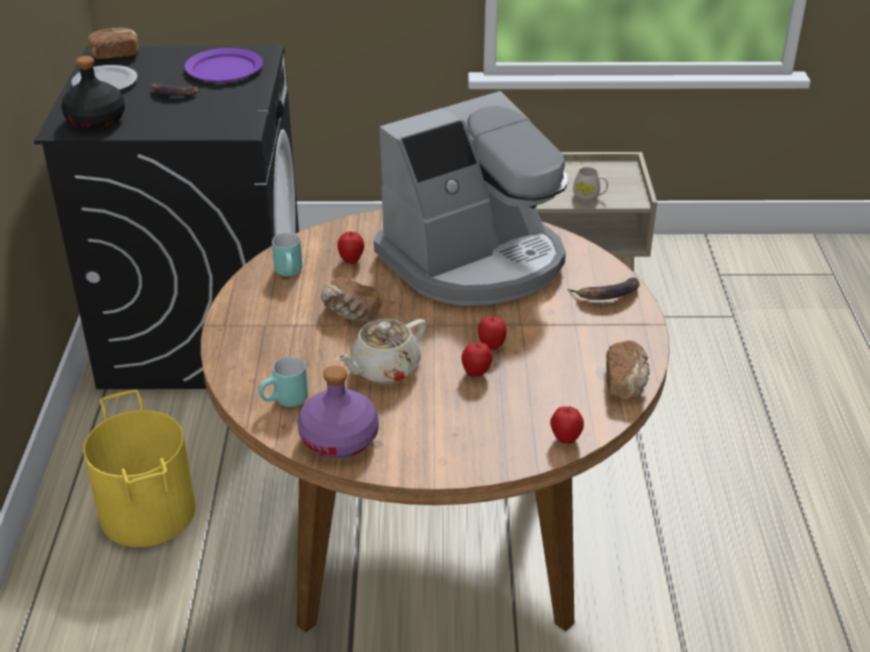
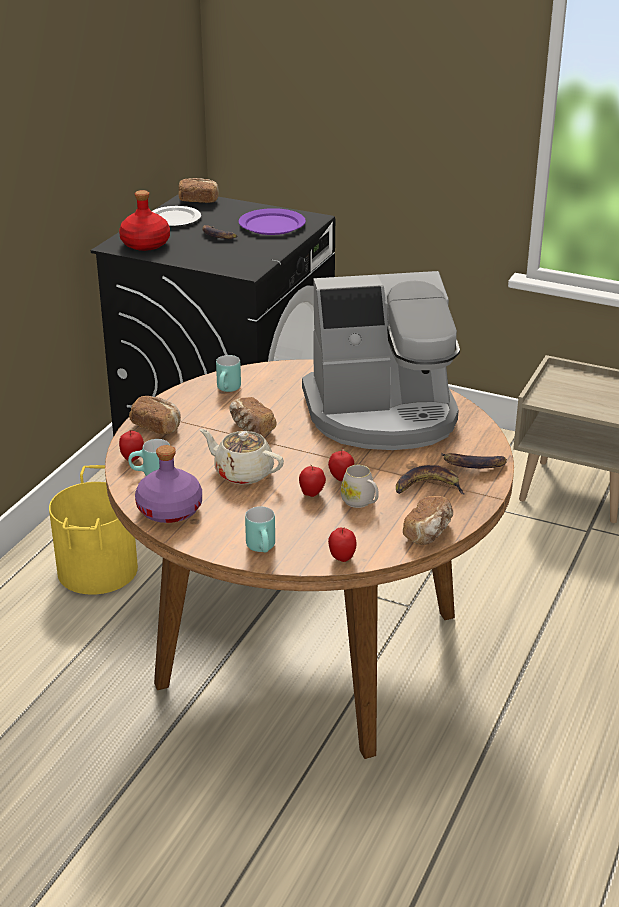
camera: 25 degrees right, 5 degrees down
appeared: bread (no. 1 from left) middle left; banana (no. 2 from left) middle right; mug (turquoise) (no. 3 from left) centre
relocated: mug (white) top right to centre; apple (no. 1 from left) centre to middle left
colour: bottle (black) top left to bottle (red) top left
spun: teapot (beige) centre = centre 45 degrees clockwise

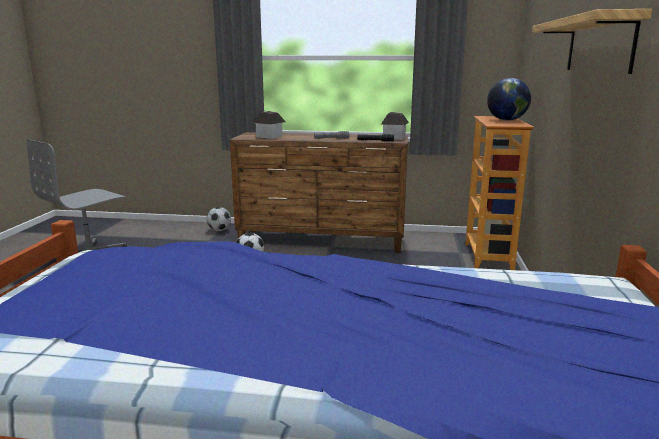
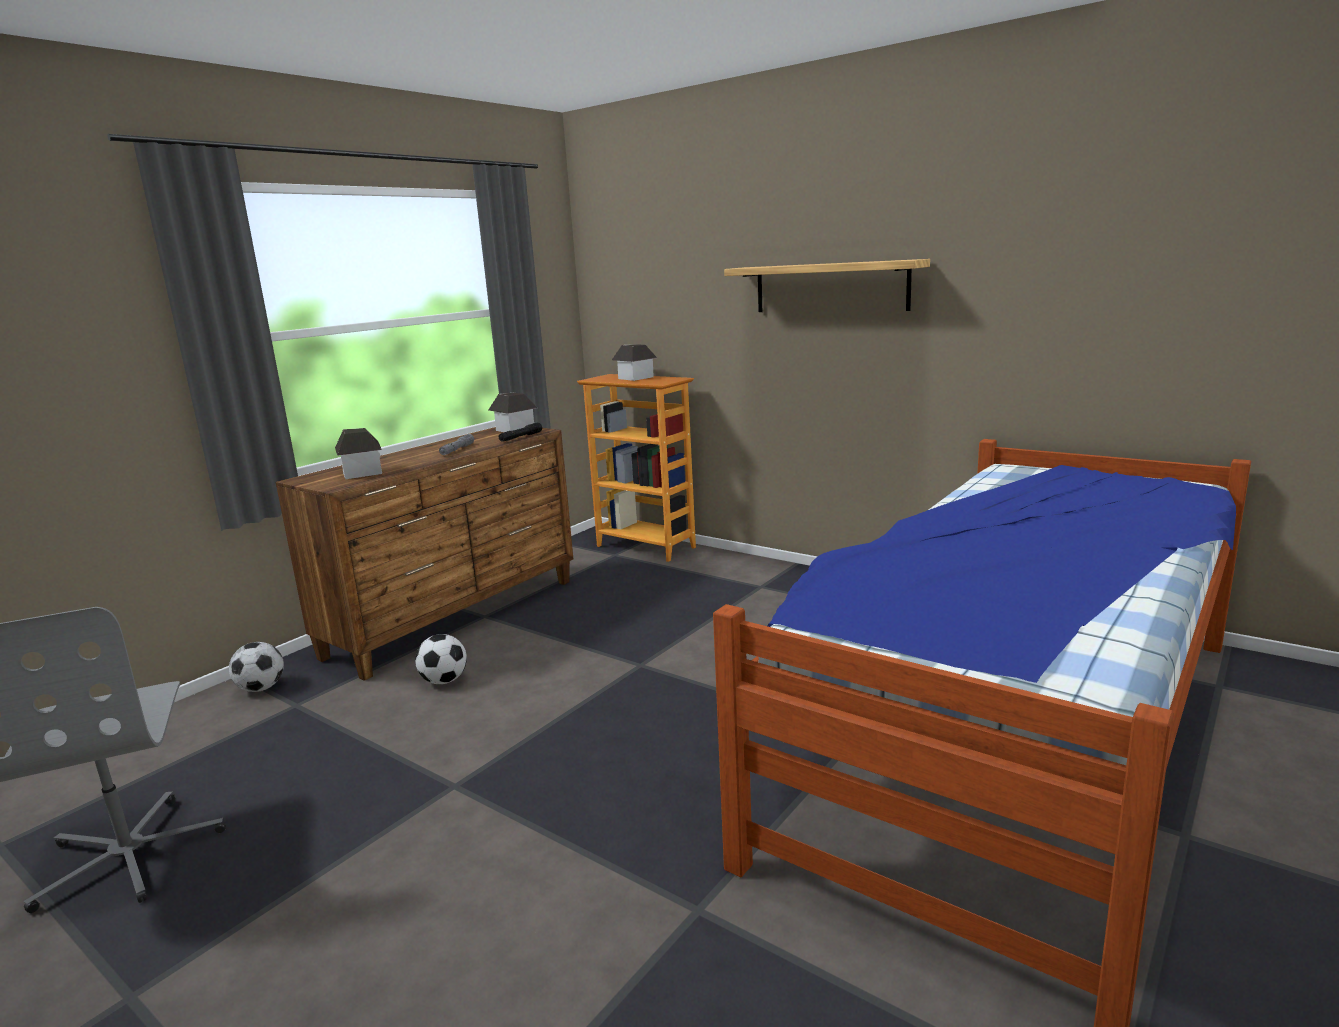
camera: 60 degrees left, 0 degrees up
exchanged: globe top right to toy house (no. 3 from left) centre

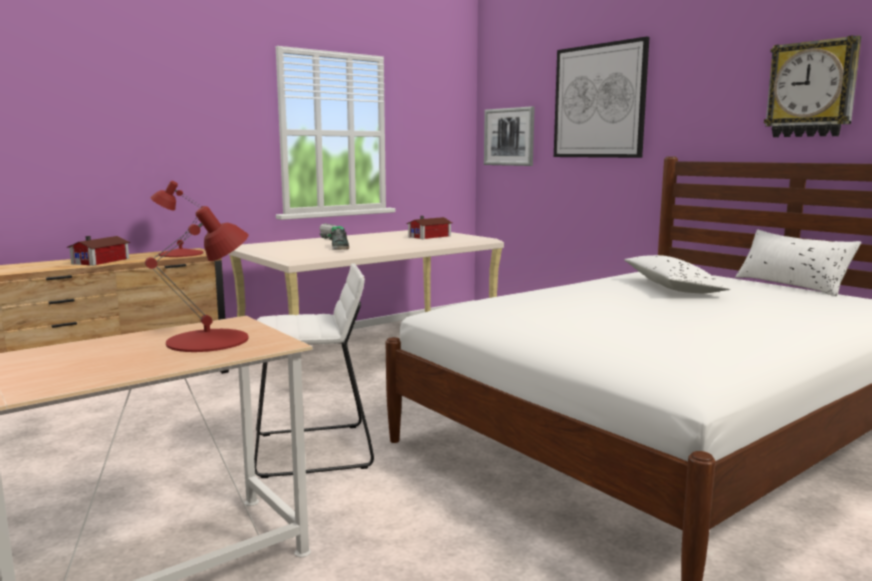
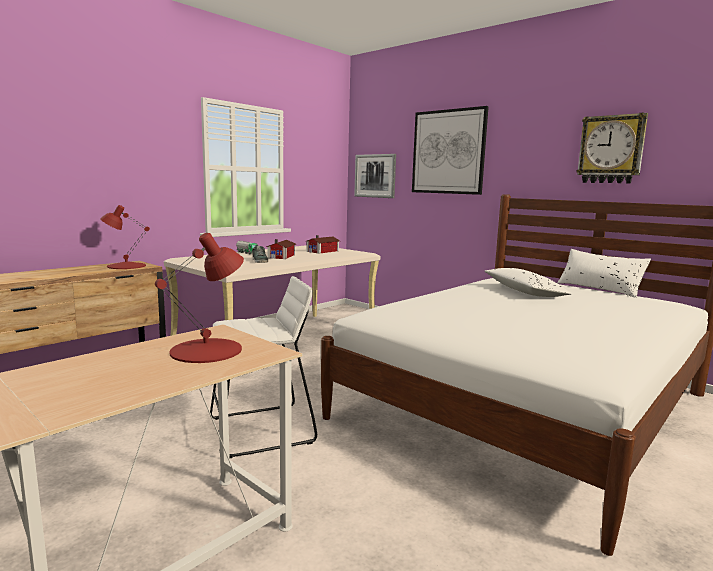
camera: 10 degrees left, 0 degrees up
relocated: toy house (no. 1 from left) middle left to centre

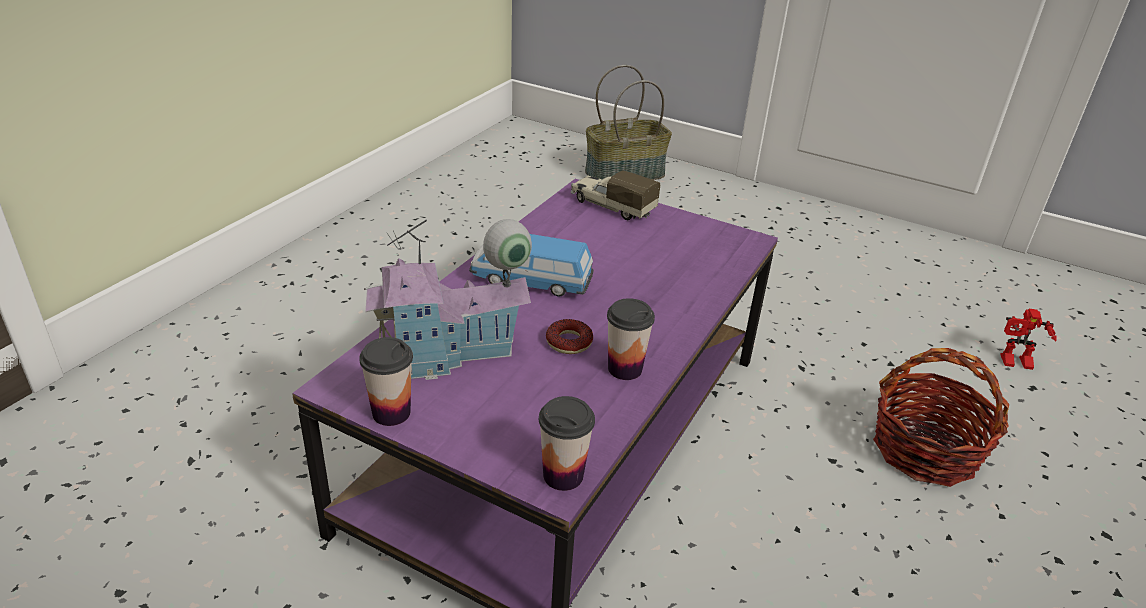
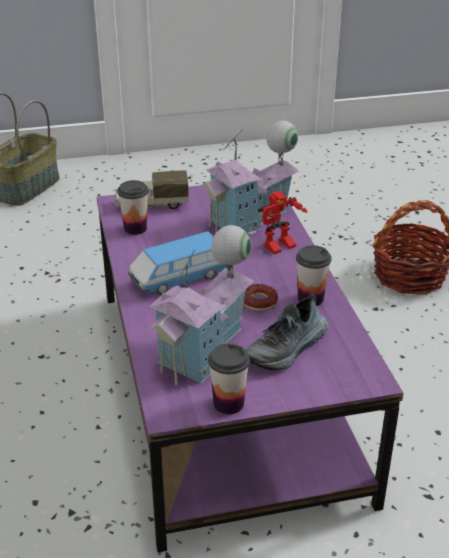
camera: 40 degrees left, 0 degrees up
appeared: toy house (no. 2 from left) top centre; shoe centre
relocated: toy robot middle right to centre; cup (no. 2 from left in the first image) bottom centre to cup (no. 1 from left) middle left

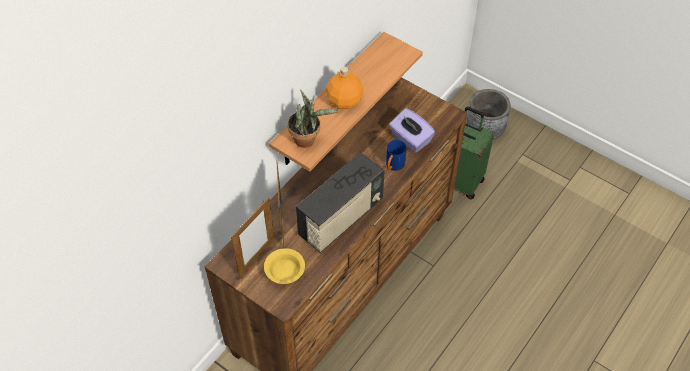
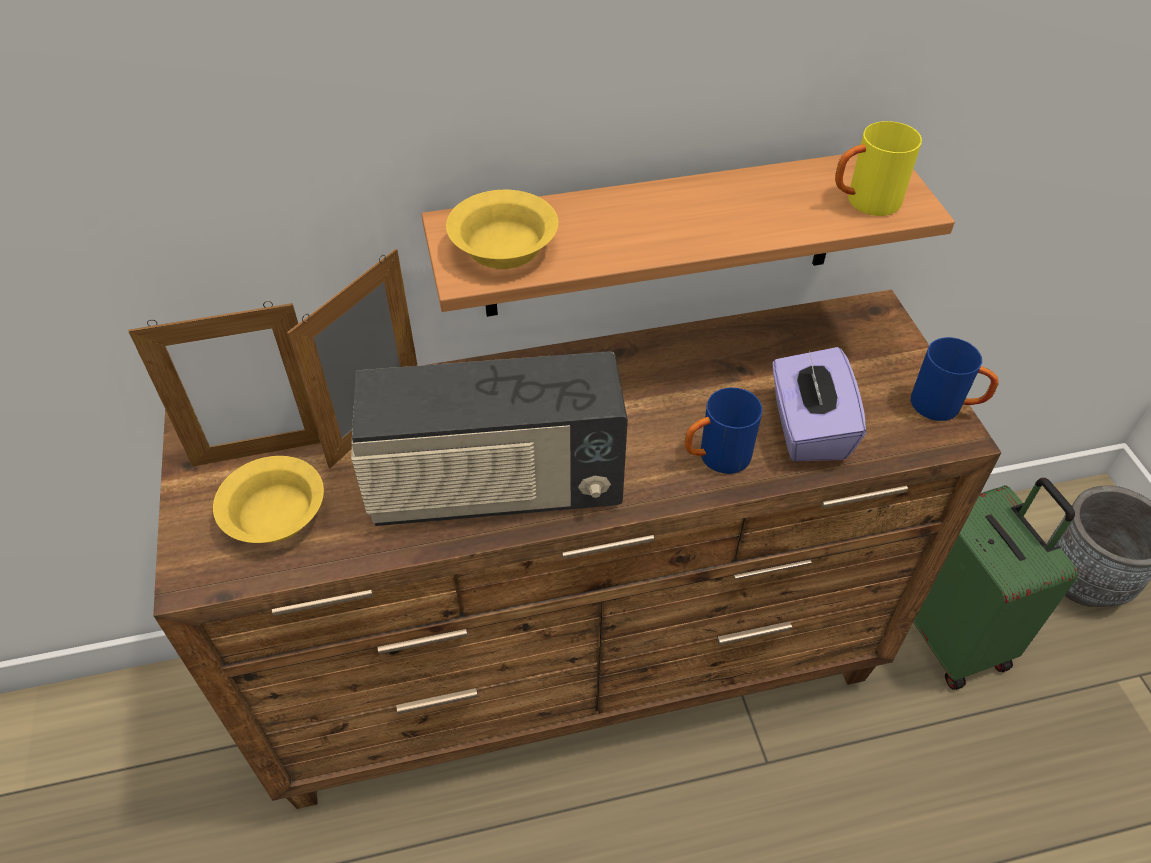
camera: 40 degrees right, 5 degrees down
missing: bottle (orange) top centre
appeared: mug (yellow) top right; mug (blue) (no. 2 from left) middle right
exchanged: potted plant top centre to bowl (yellow) (no. 2 from left) top centre

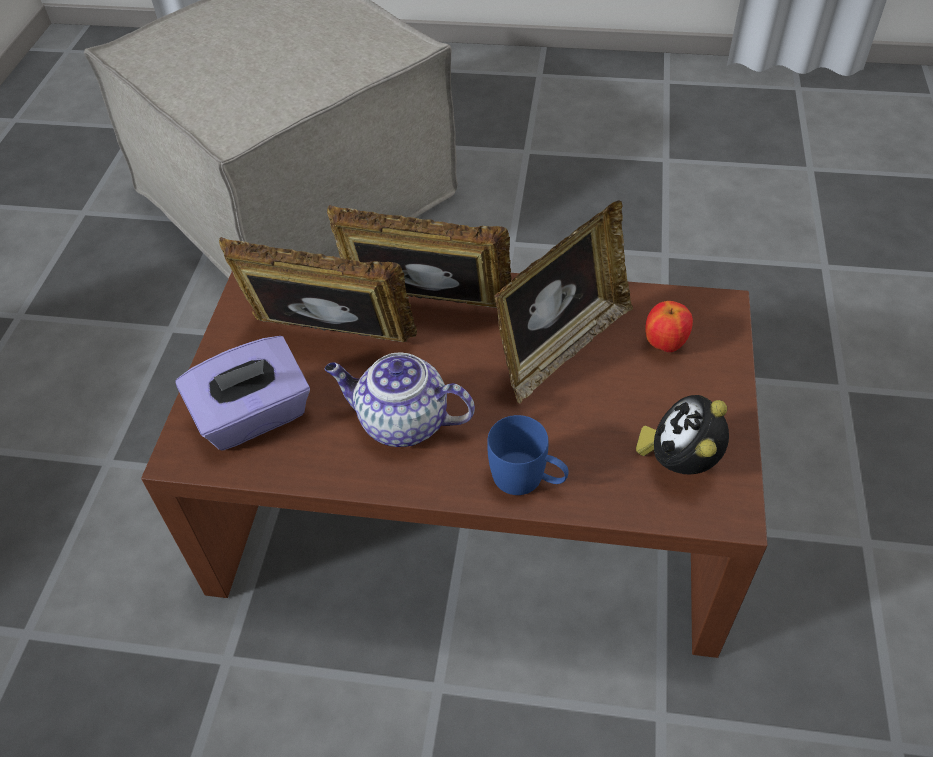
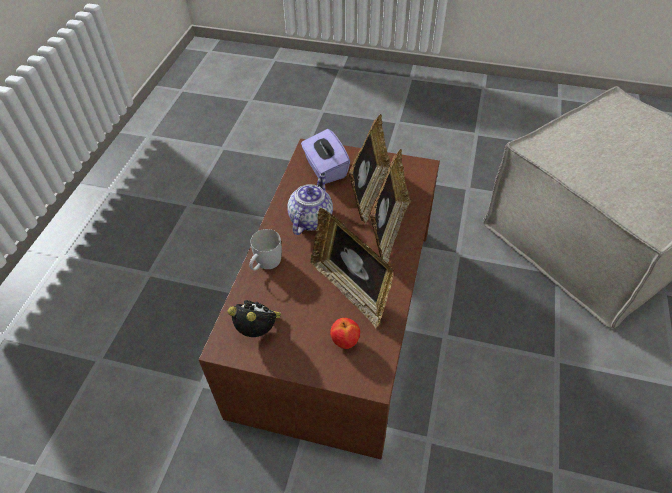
camera: 95 degrees right, 0 degrees up
colour: mug (blue) centre to mug (white) centre

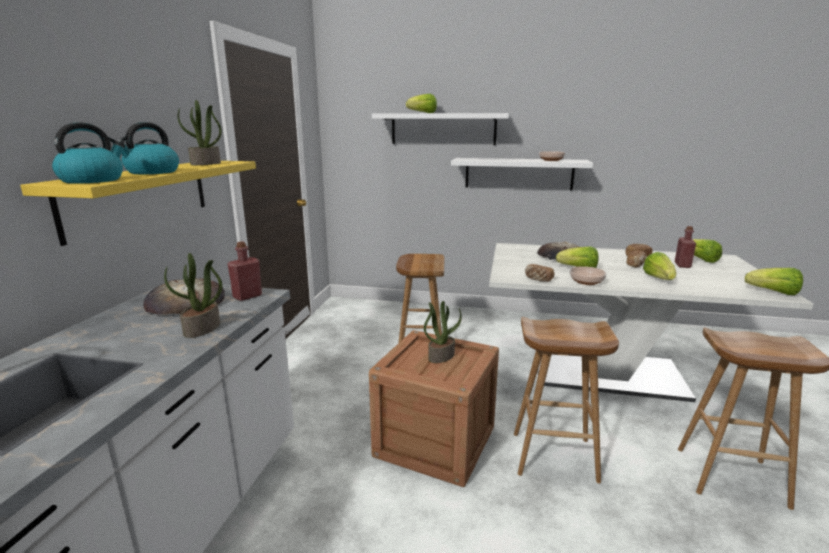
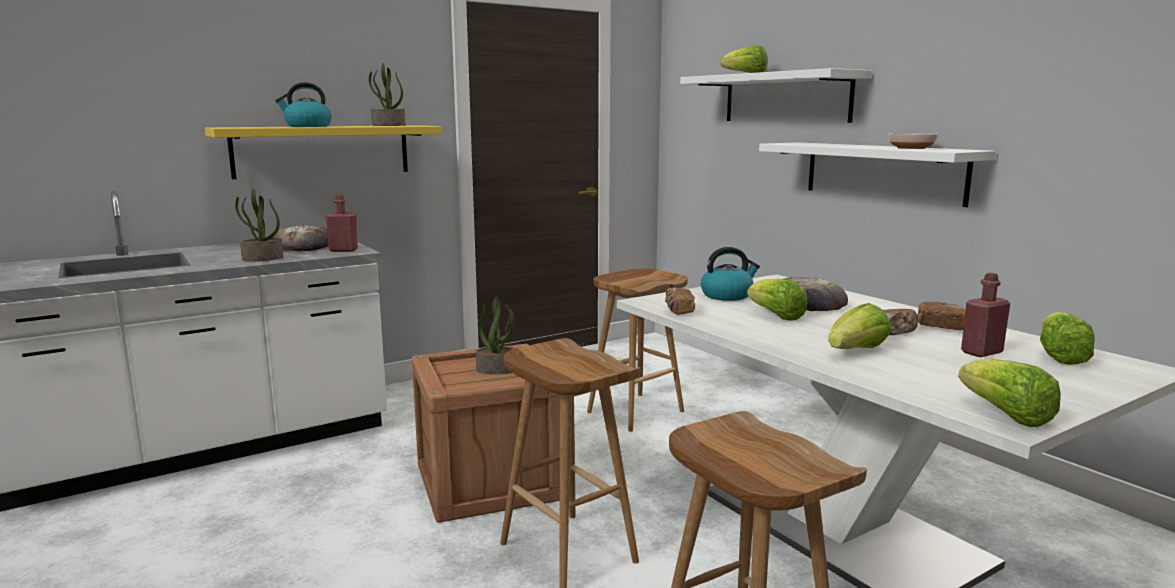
camera: 45 degrees right, 5 degrees down
missing: bowl (no. 2 from left) middle right
relocated: kettle (no. 1 from left in the first image) top left to kettle (no. 2 from left) centre

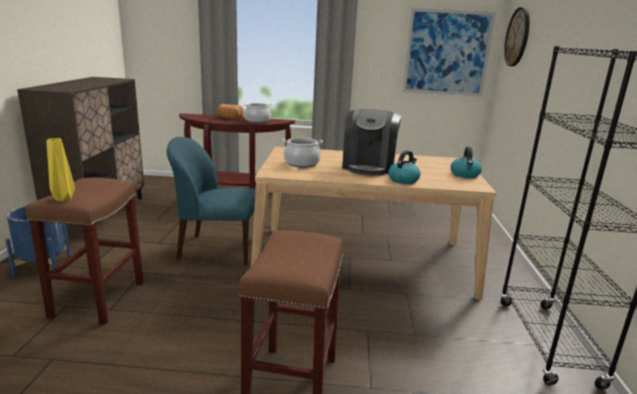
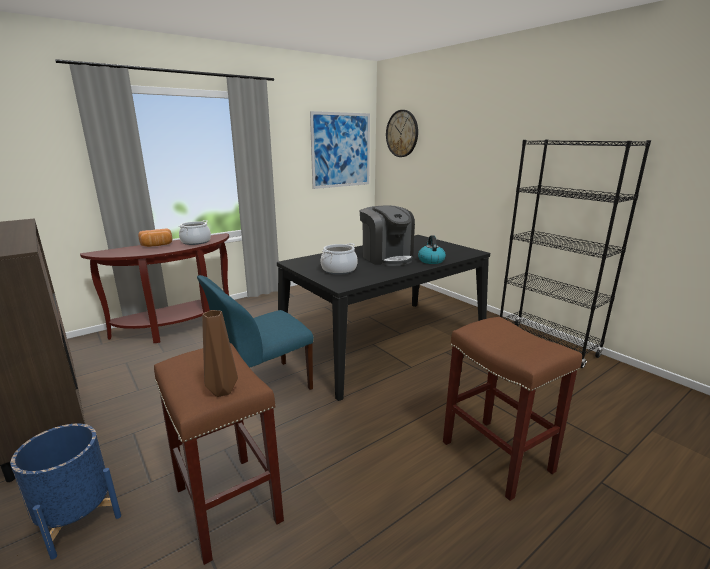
camera: 40 degrees left, 0 degrees up
missing: kettle (no. 2 from left) middle right
colour: vase (yellow) middle left to vase (brown) middle left; dining table (beige) centre to dining table (black) centre

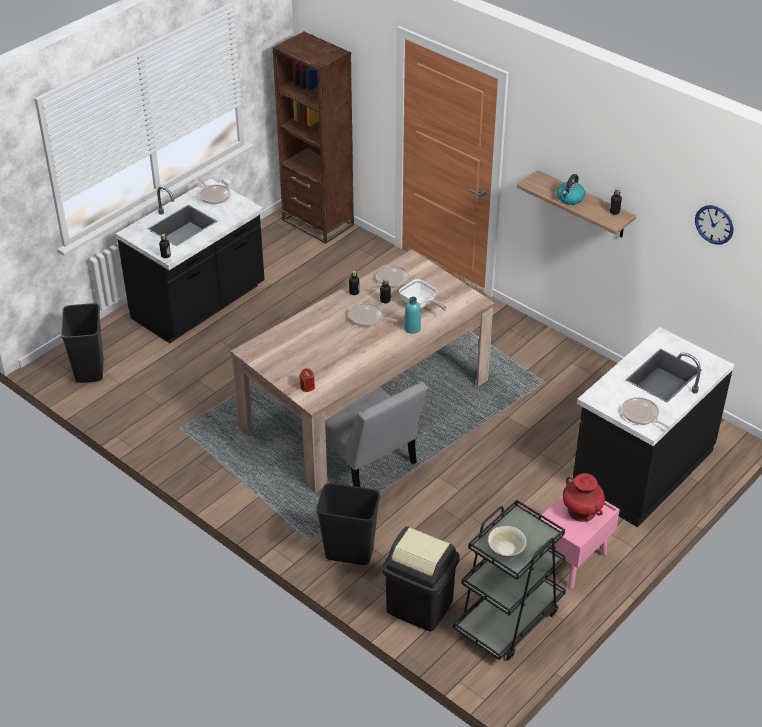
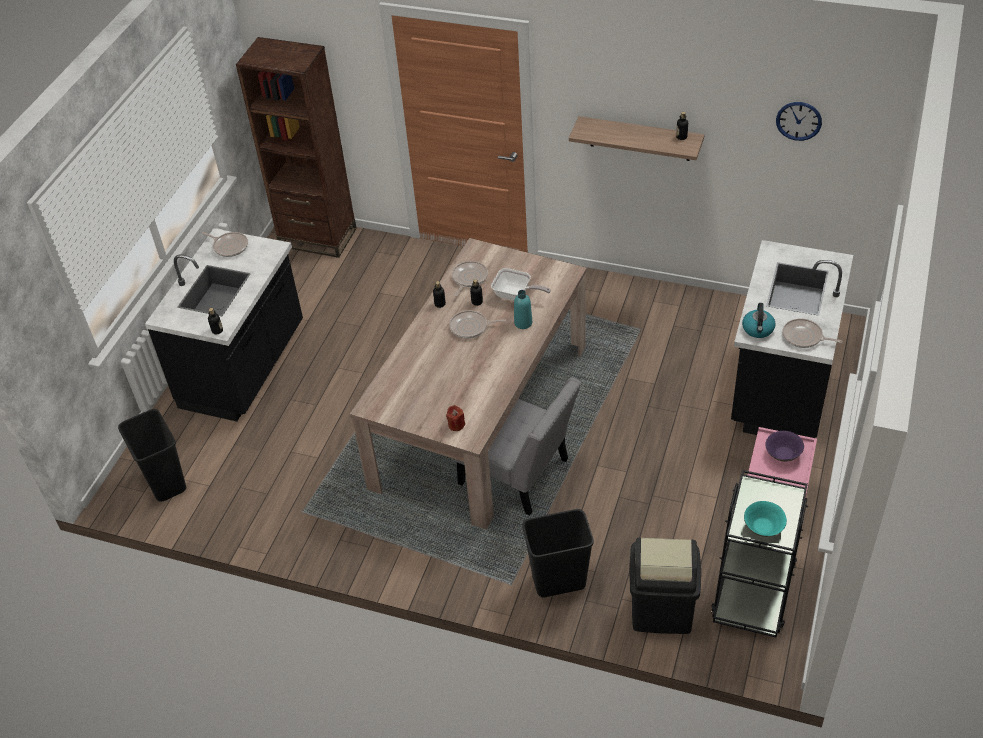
camera: 20 degrees left, 5 degrees up
relocated: kettle top right to middle right
exchanged: vase (red) bottom right to bowl (purple) middle right
colour: bowl (beige) bottom centre to bowl (turquoise) bottom right

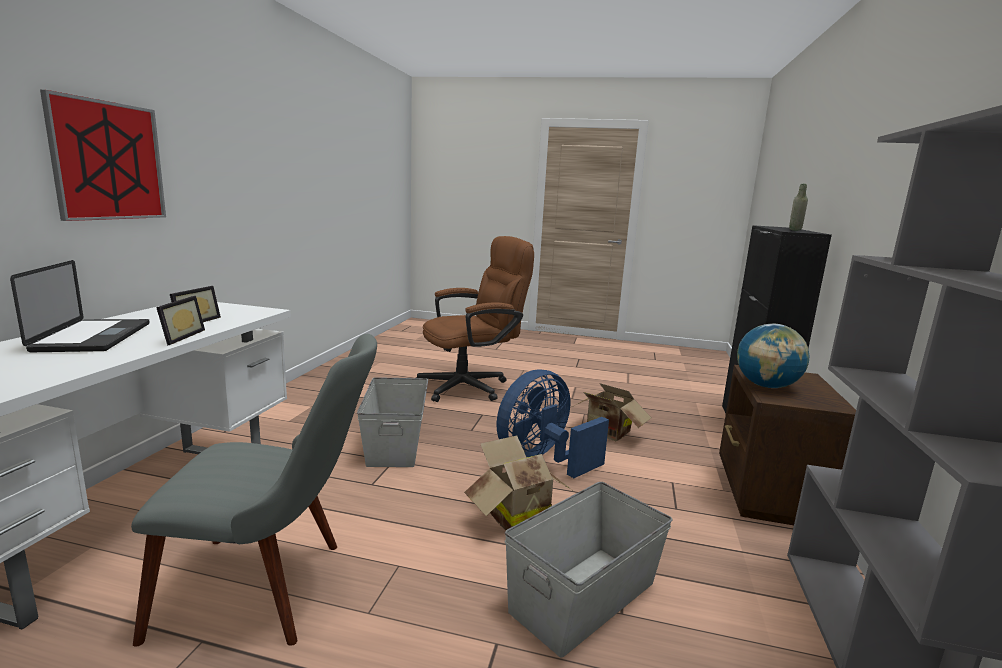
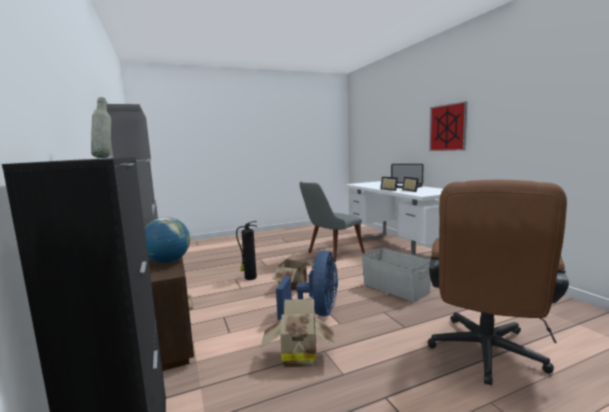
camera: 145 degrees right, 5 degrees down
exchanged: storage box (grey) (no. 2 from left) bottom centre to fire extinguisher centre

